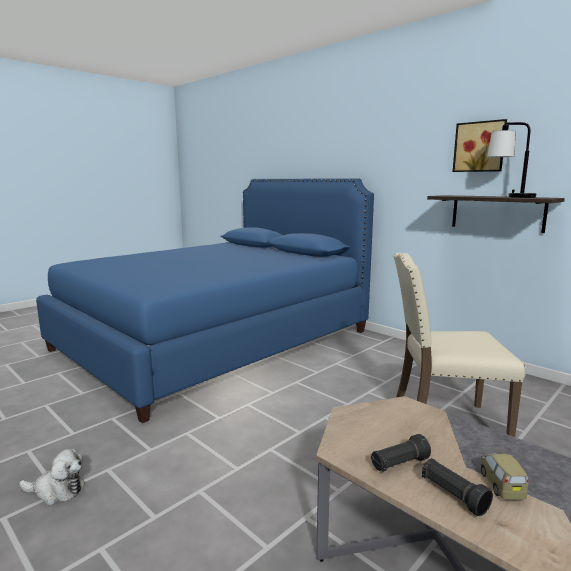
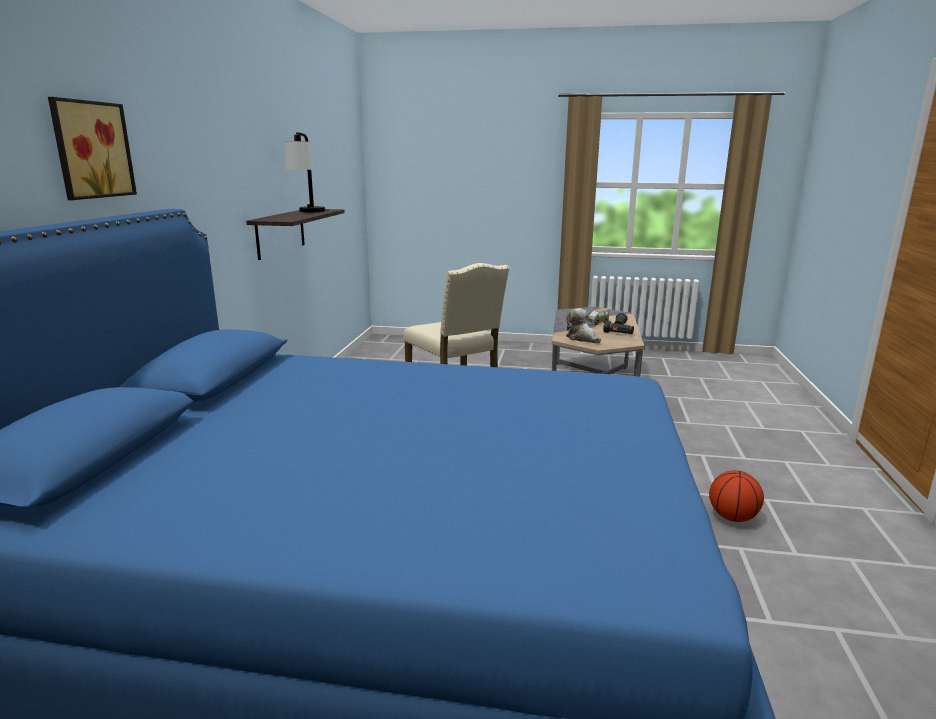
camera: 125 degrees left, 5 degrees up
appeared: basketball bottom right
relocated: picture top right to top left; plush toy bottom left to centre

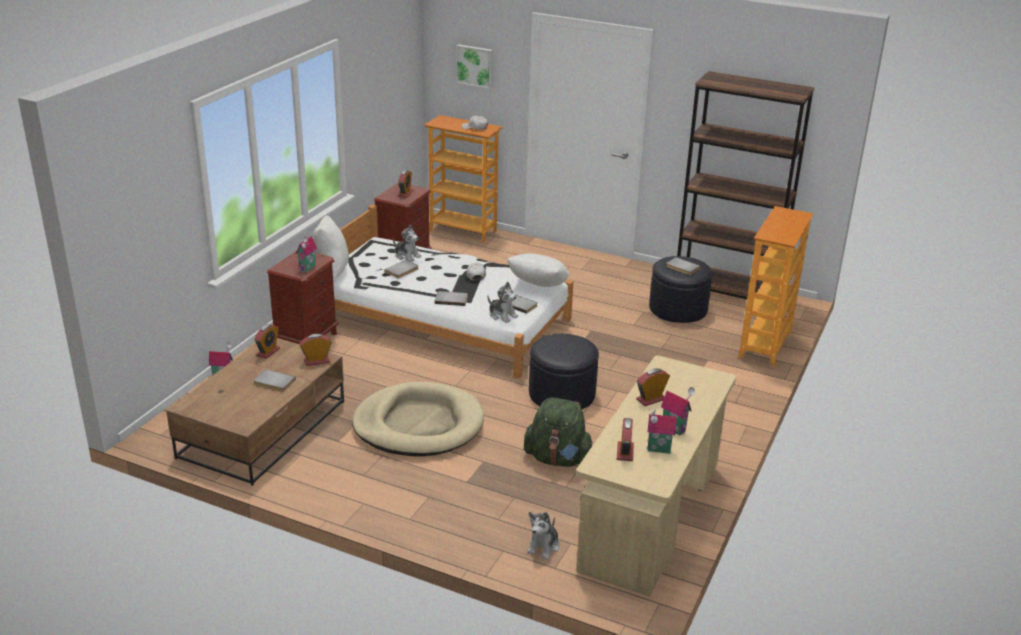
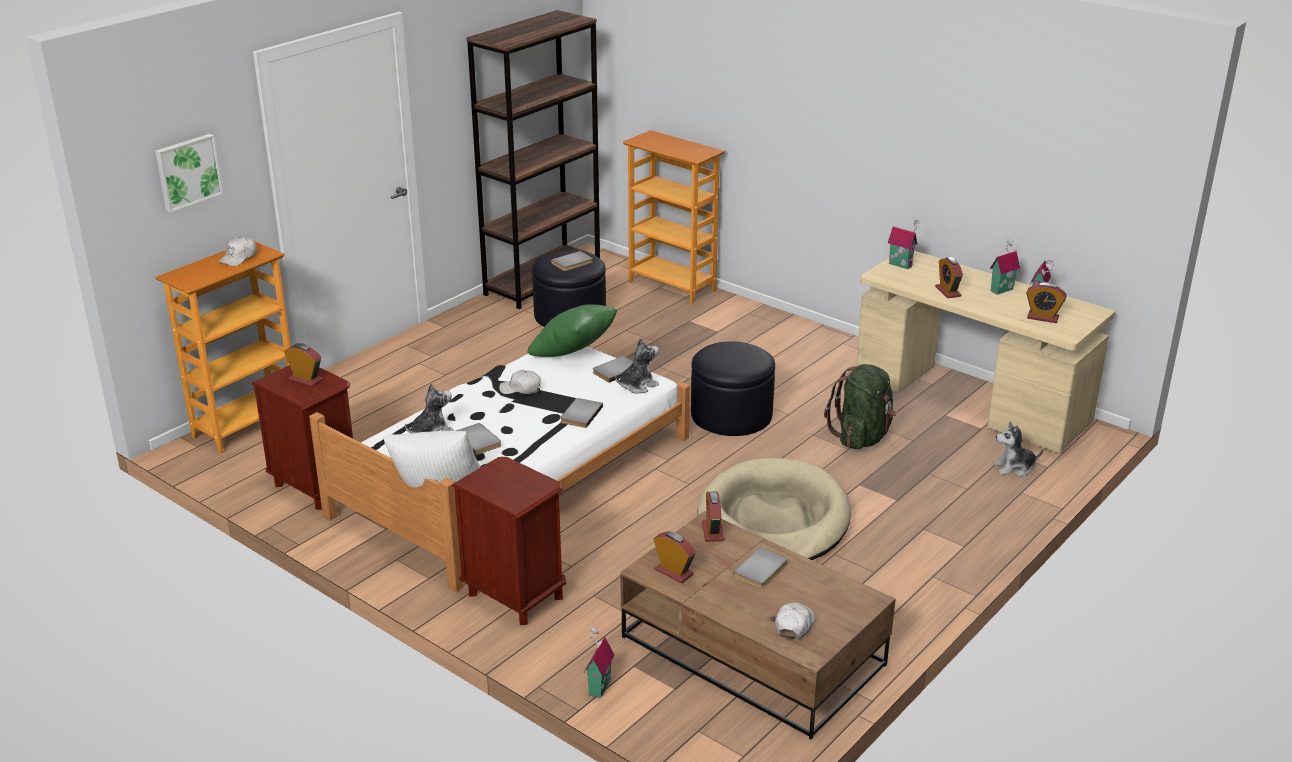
camera: 75 degrees left, 0 degrees up
appeared: cap (white) (no. 3 from left) bottom centre
relocated: toy house (no. 2 from left) middle left to top right
colour: pillow (white) (no. 2 from left) centre to pillow (green) centre
spun: plush toy (no. 3 from left) bottom centre = middle right 135 degrees clockwise

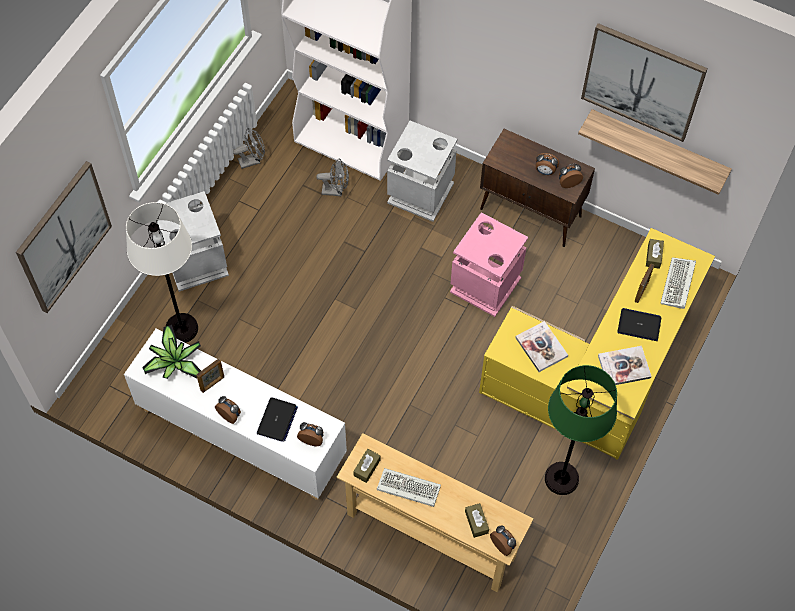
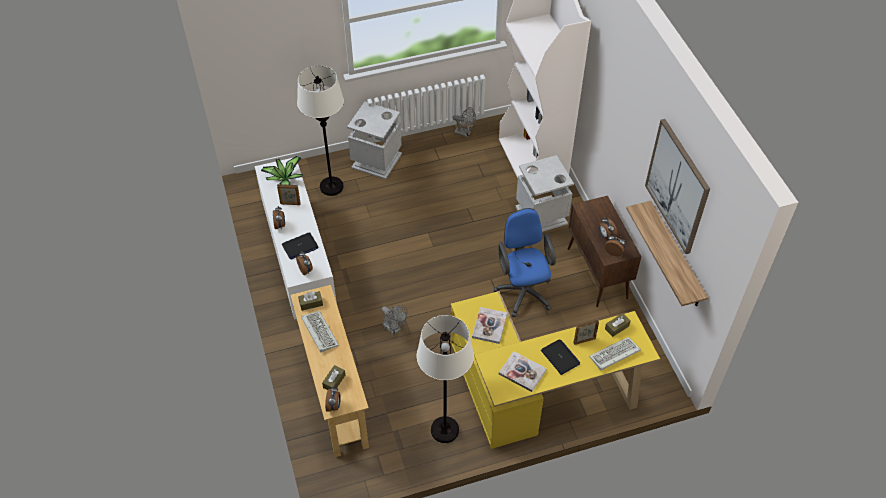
camera: 45 degrees right, 10 degrees down
missing: picture (no. 1 from left) middle left
relocated: fan (grey) (no. 2 from left in the first image) top centre to fan (grey) (no. 1 from left) centre
exchanged: trash can (pink) centre to office chair (blue) centre
colour: floor lamp (green) bottom right to floor lamp (white) (no. 2 from left) bottom centre

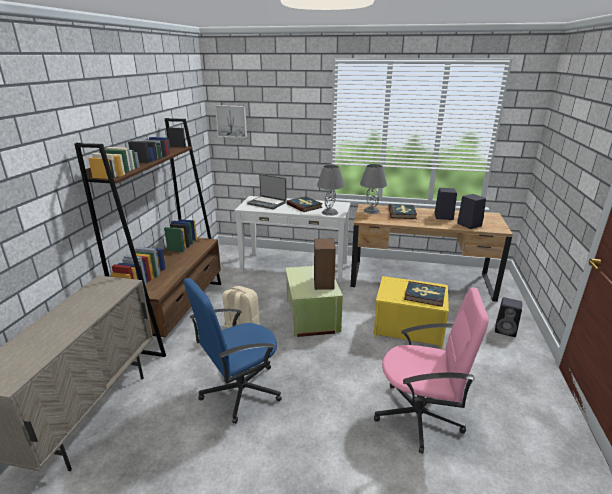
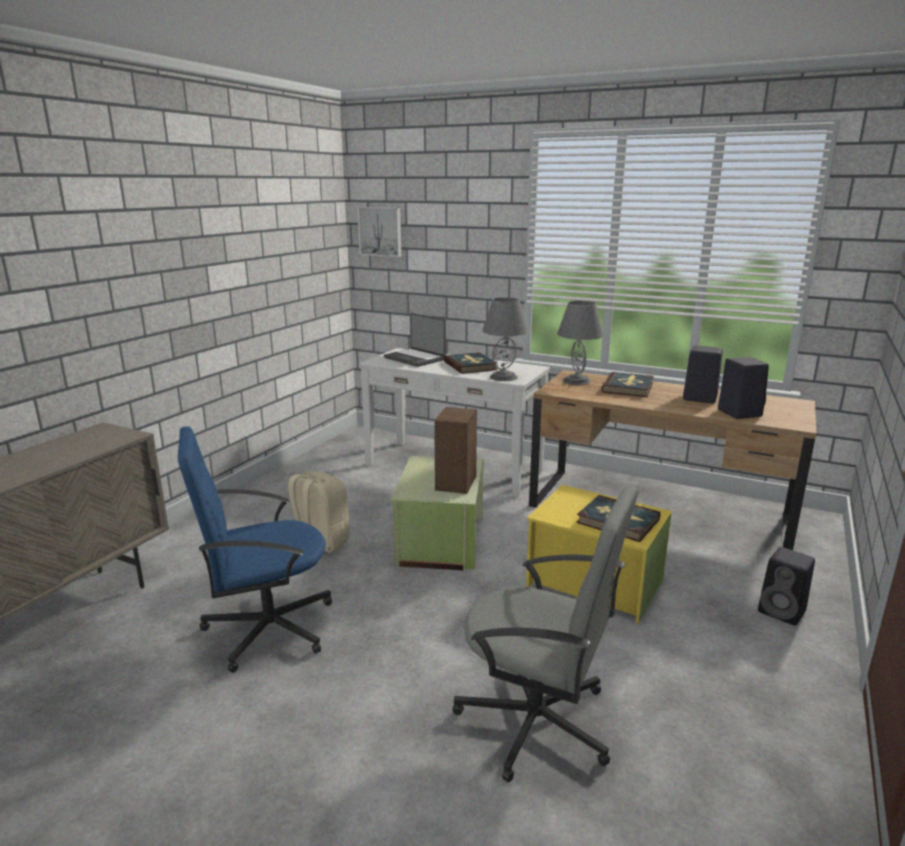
camera: 15 degrees right, 5 degrees down
missing: bookcase (brown) middle left
colour: office chair (pink) bottom right to office chair (grey) bottom centre

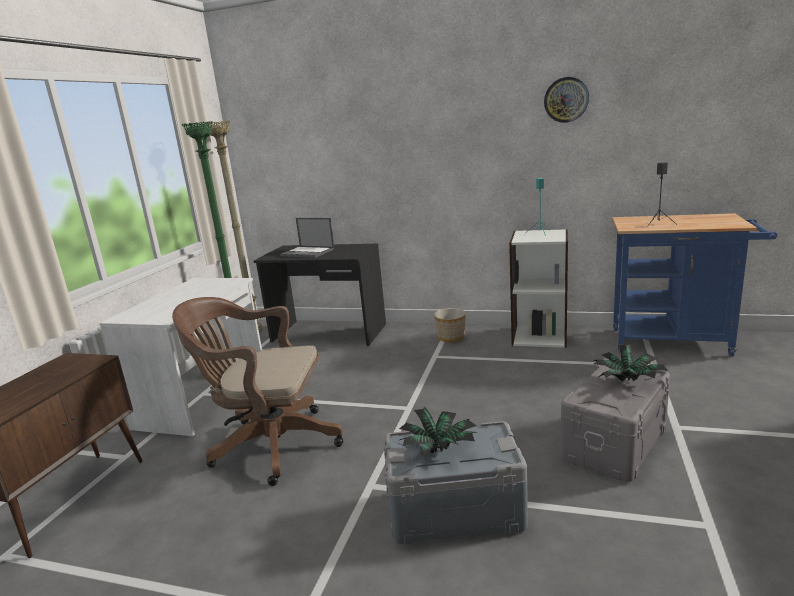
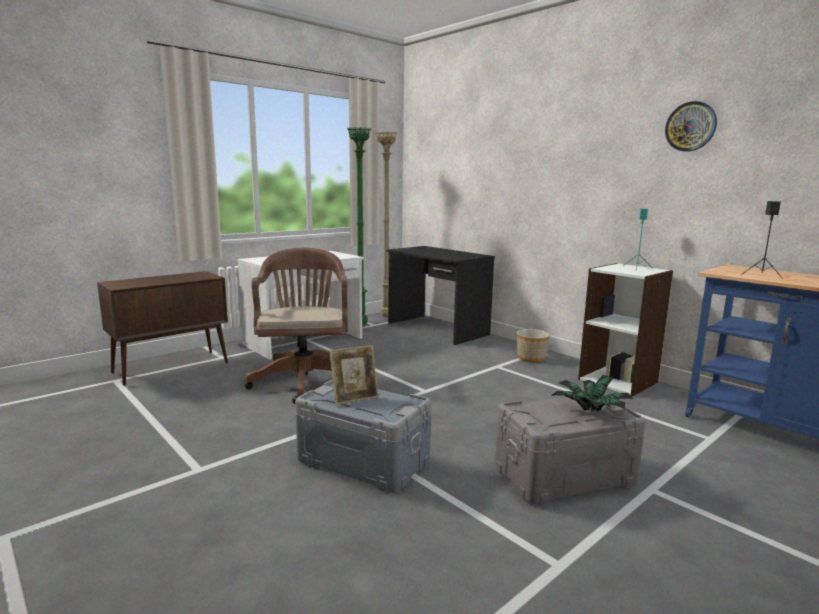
camera: 30 degrees right, 5 degrees down
missing: laptop centre
exchanged: potted plant (no. 1 from left) bottom centre to picture frame centre
spun: office chair (brown) middle left = centre 45 degrees clockwise

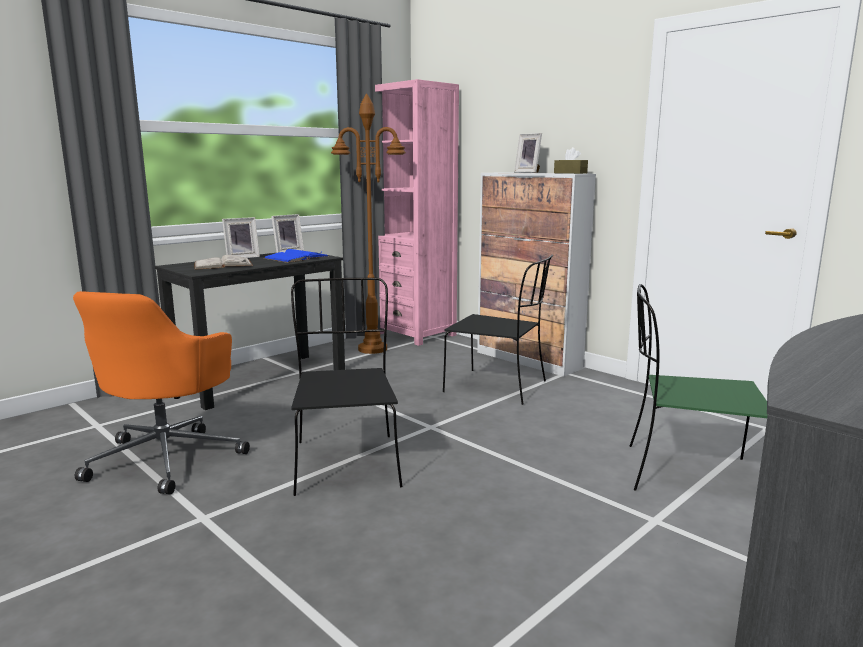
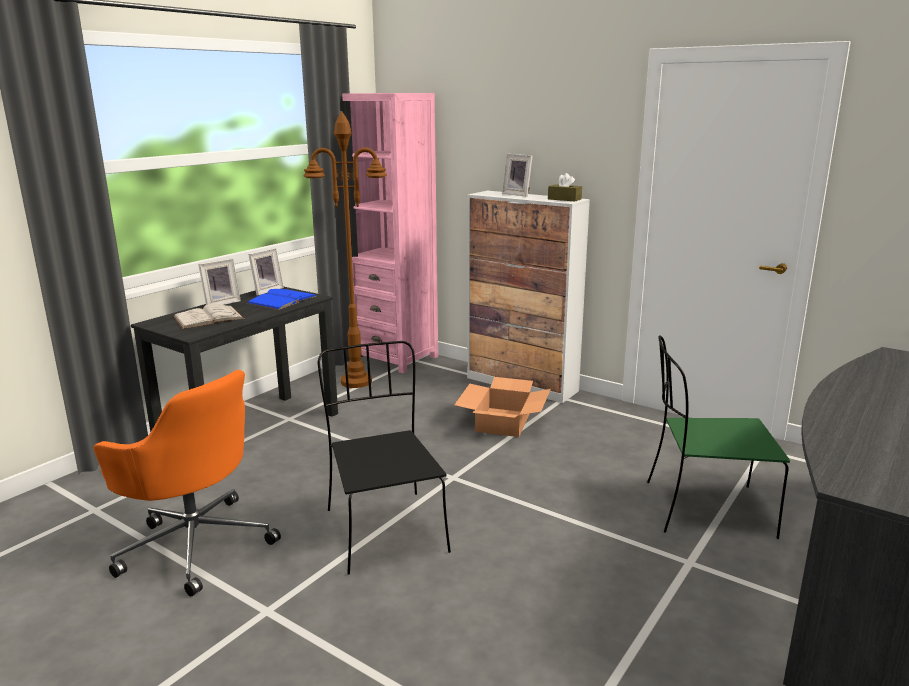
camera: 10 degrees left, 5 degrees up
exchanged: chair (black) (no. 2 from left) centre to cardboard box centre
spun: office chair (orange) middle left = bottom left 60 degrees counterclockwise

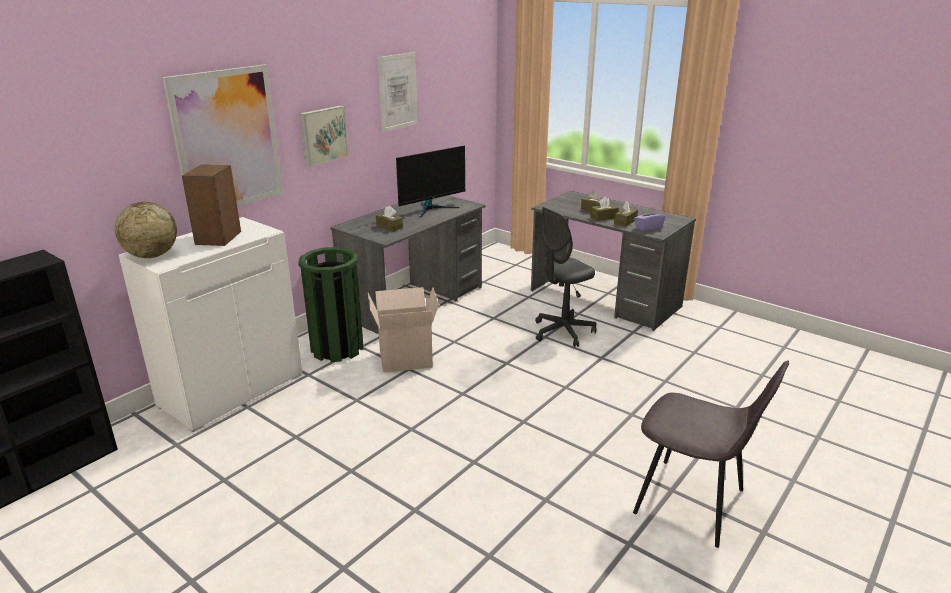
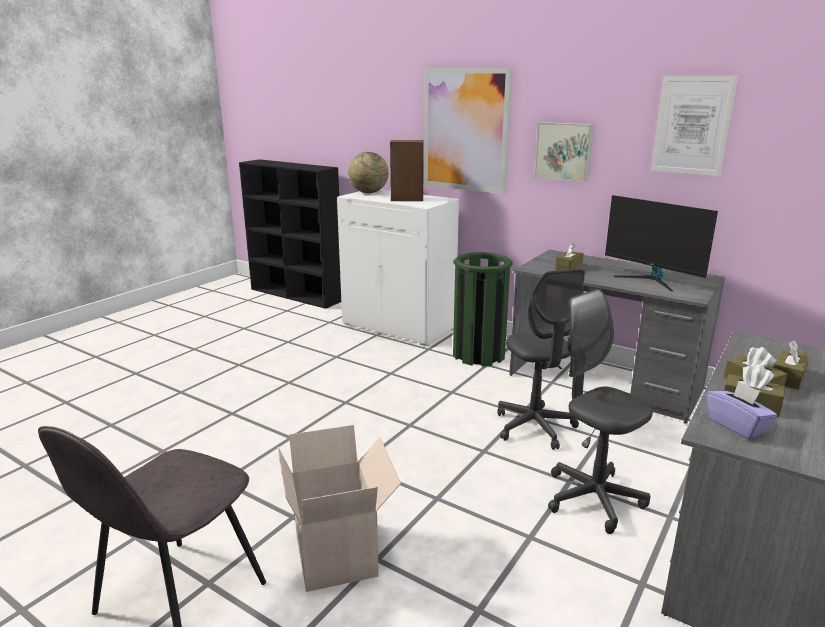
camera: 85 degrees right, 5 degrees down
appeared: office chair (grey) (no. 1 from left) centre
relocated: cardboard box centre to bottom centre

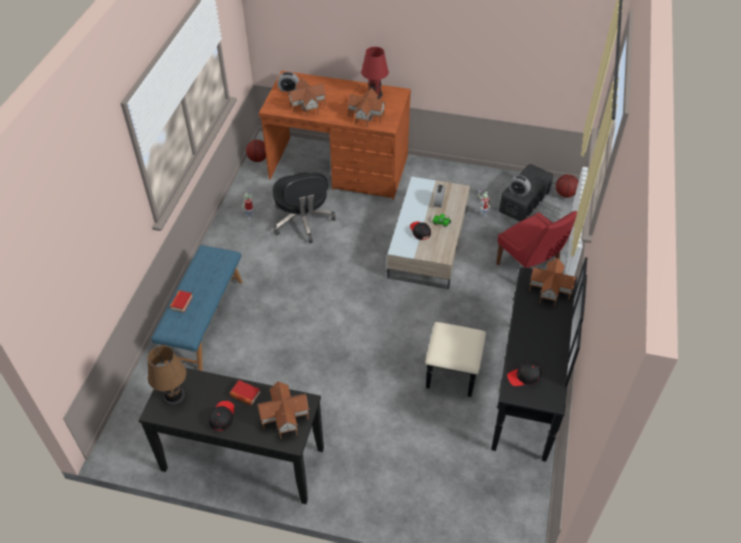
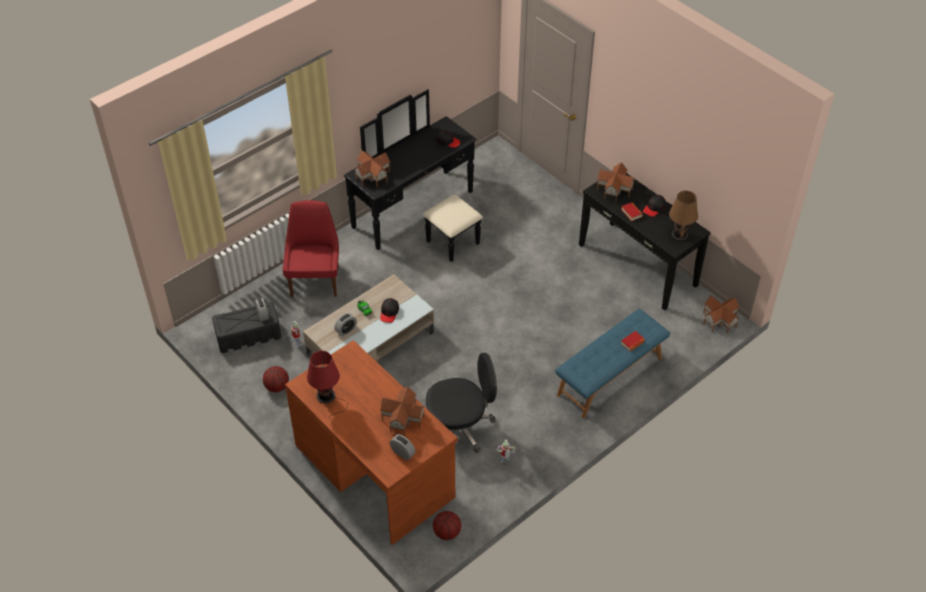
camera: 145 degrees left, 0 degrees up
relocated: toy house (no. 3 from left in the first image) top centre to toy house (no. 4 from left) middle right; basketball (no. 2 from left in the first image) middle right to basketball (no. 1 from left) middle left
spun: office chair (black) centre = bottom centre 60 degrees clockwise

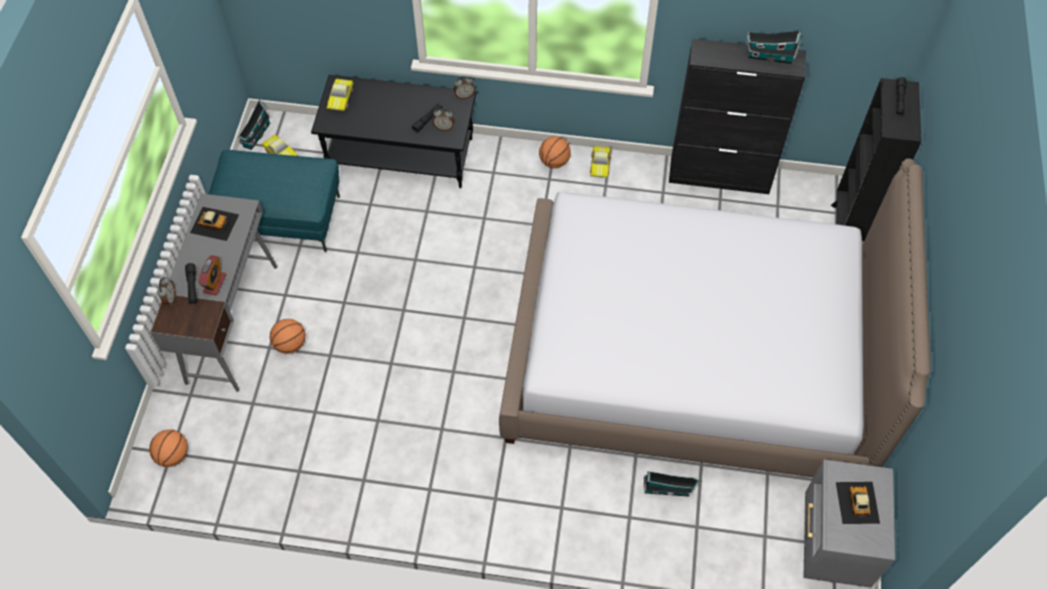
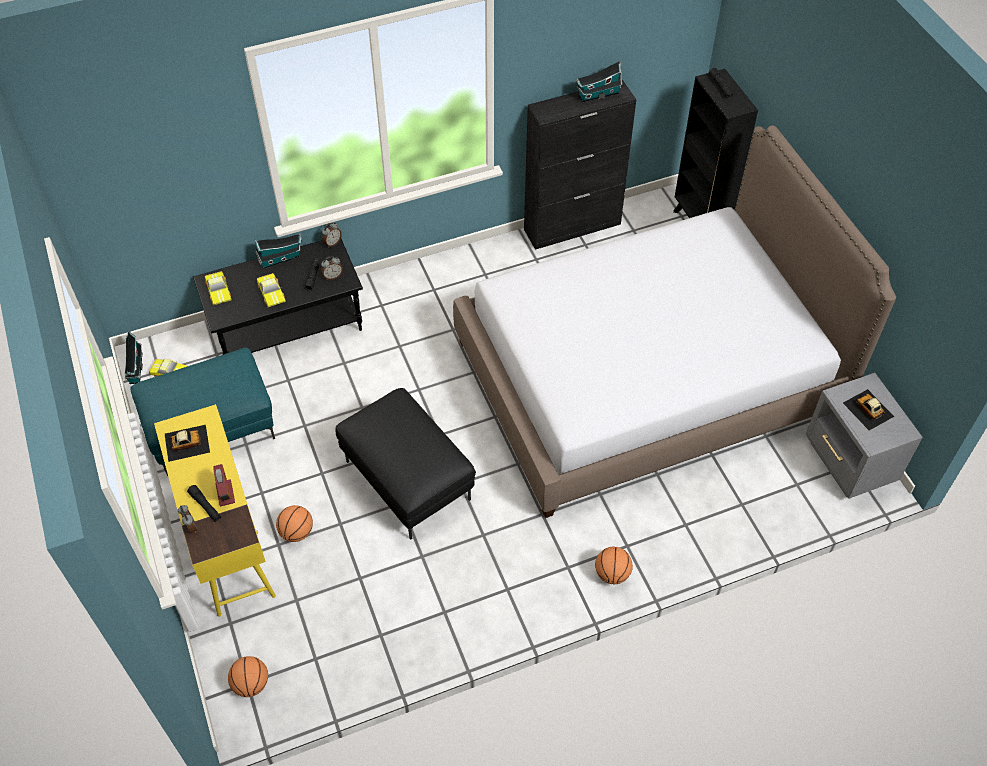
camera: 30 degrees left, 5 degrees down
appeared: ottoman (black) centre
relocated: basketball (no. 3 from left) top centre to bottom centre; toy car (no. 4 from left) top centre to middle left; toy house (no. 2 from left) bottom centre to top left
colour: desk (grey) middle left to desk (yellow) middle left

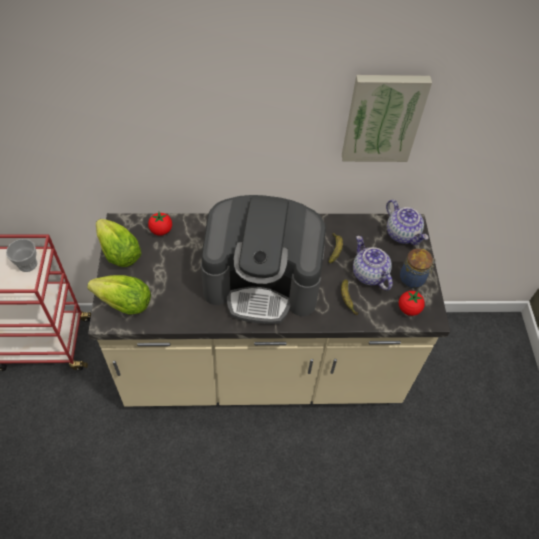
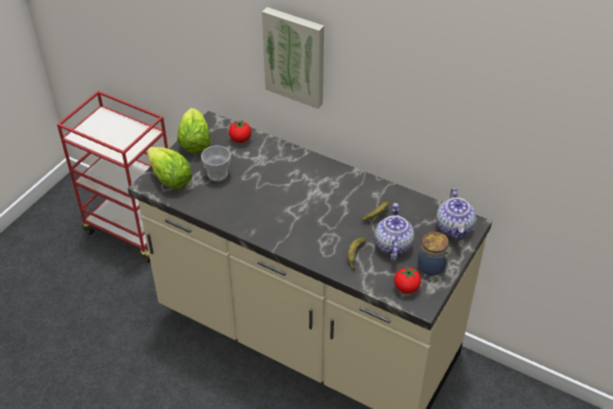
camera: 35 degrees right, 10 degrees down
missing: coffee machine centre
relocated: picture top right to top centre; cup middle left to centre

